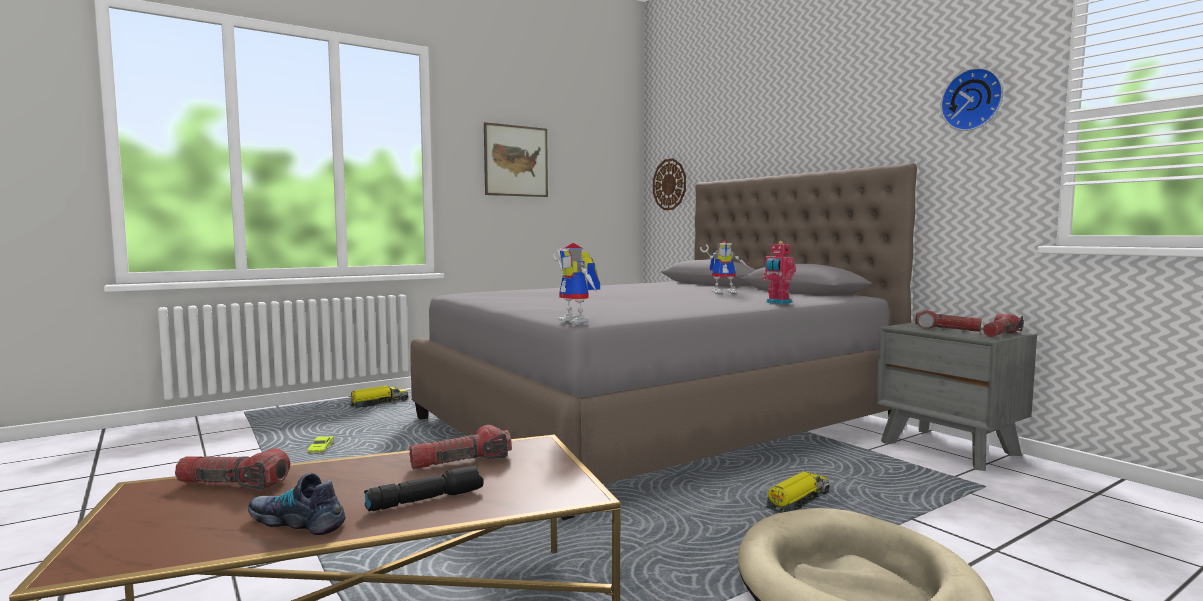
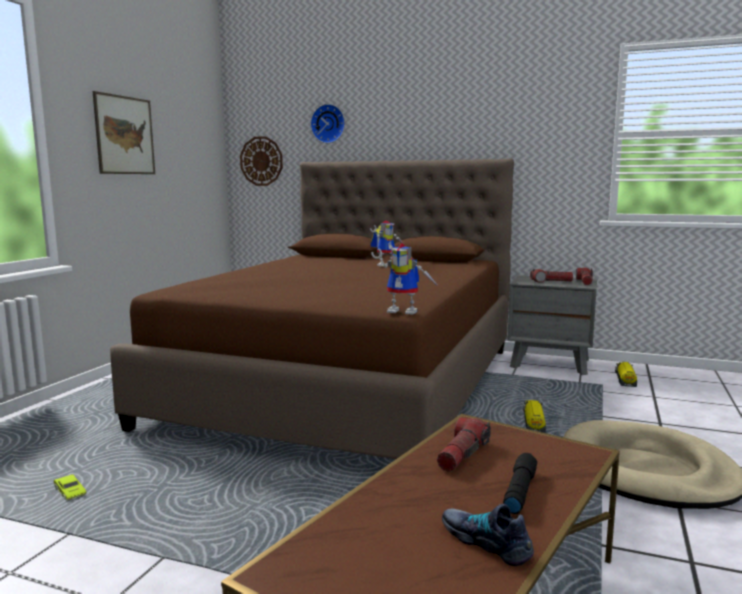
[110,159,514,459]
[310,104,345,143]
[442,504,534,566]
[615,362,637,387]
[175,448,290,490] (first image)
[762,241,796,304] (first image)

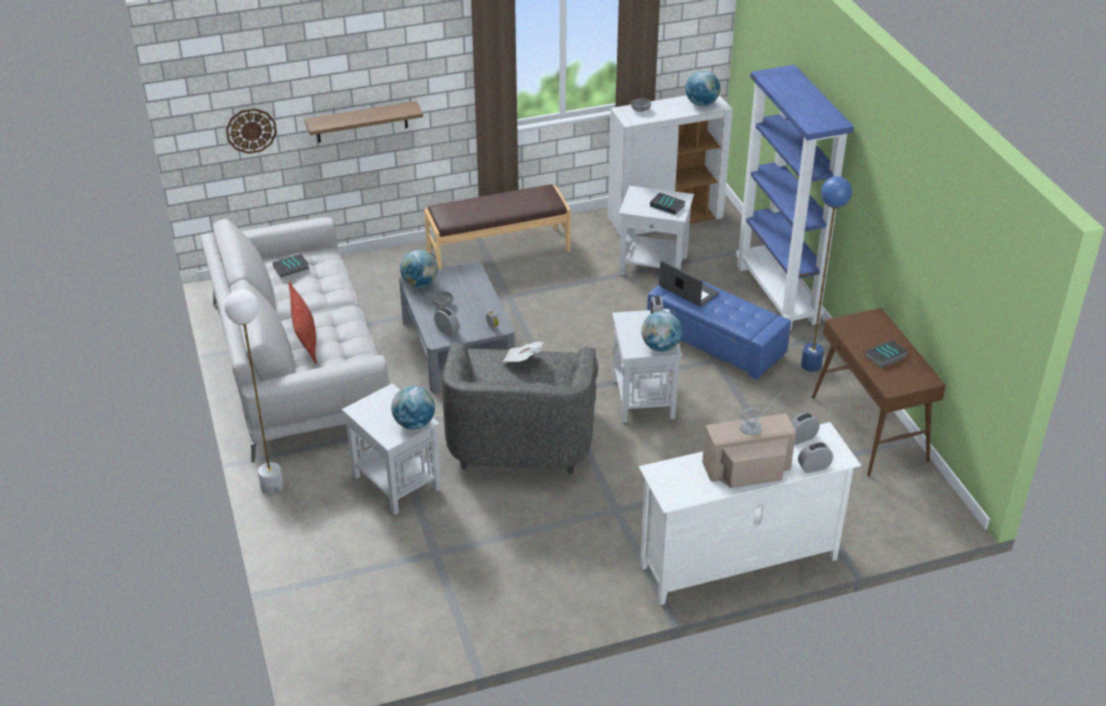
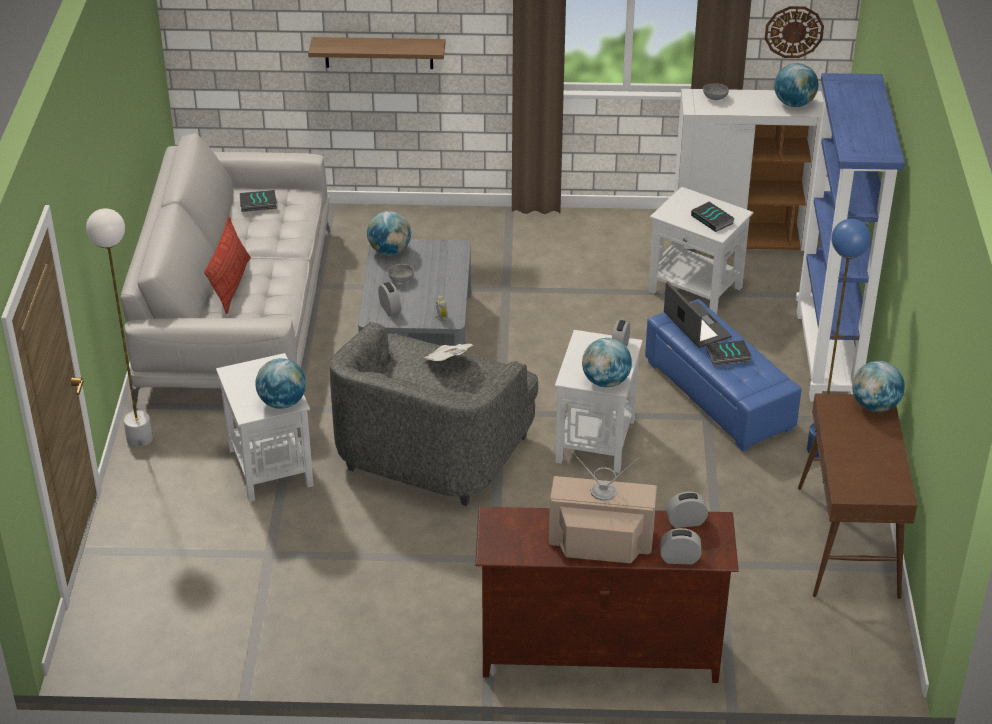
[475,507,739,683]
[707,340,751,366]
[765,6,824,58]
[852,361,905,412]
[424,184,571,269] (first image)

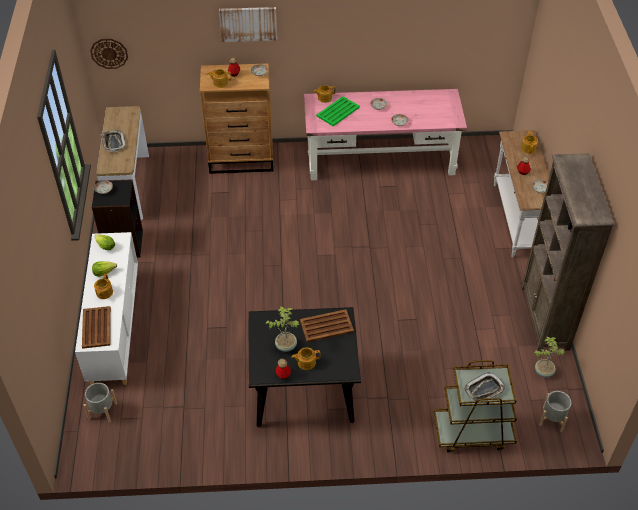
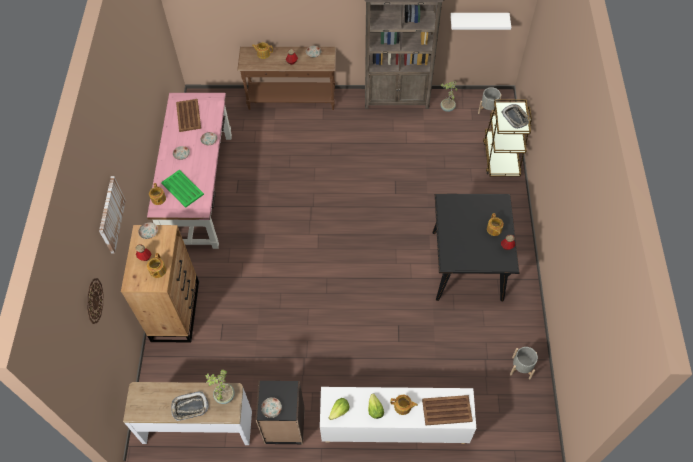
[87,278,103,324]
[176,99,201,132]
[205,369,235,404]
[237,47,336,110]
[450,13,511,30]
[510,347,538,380]

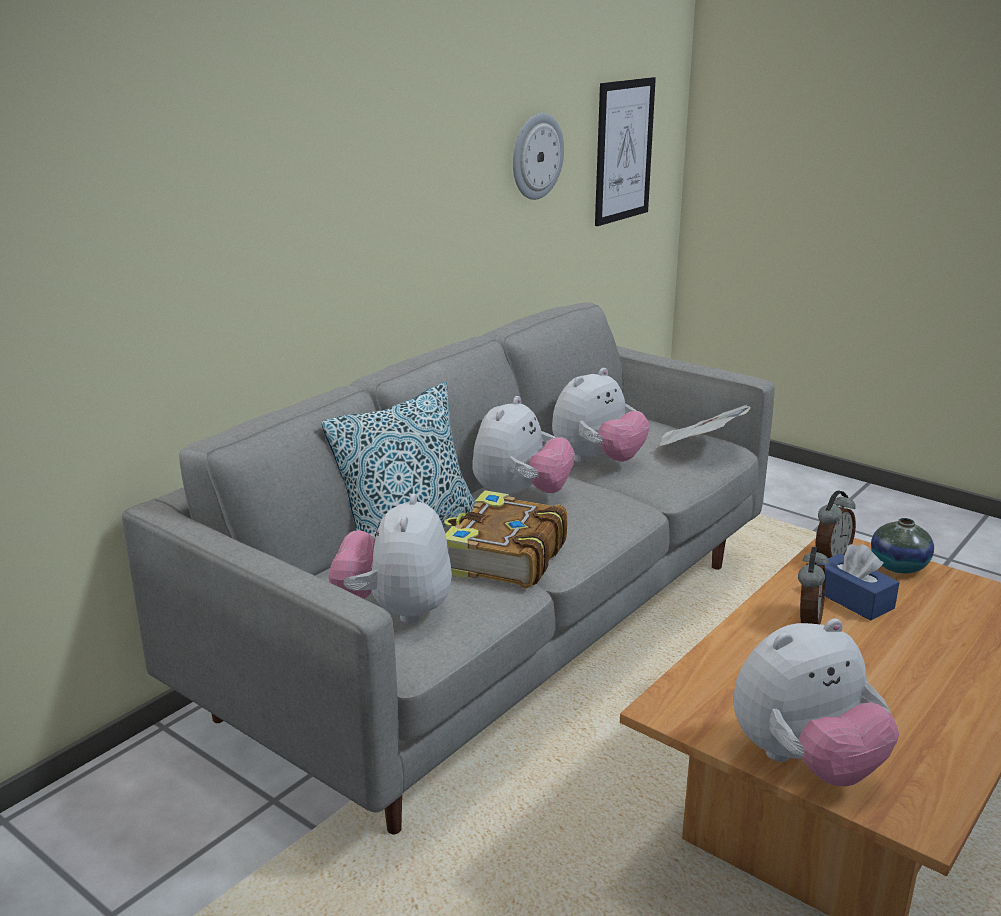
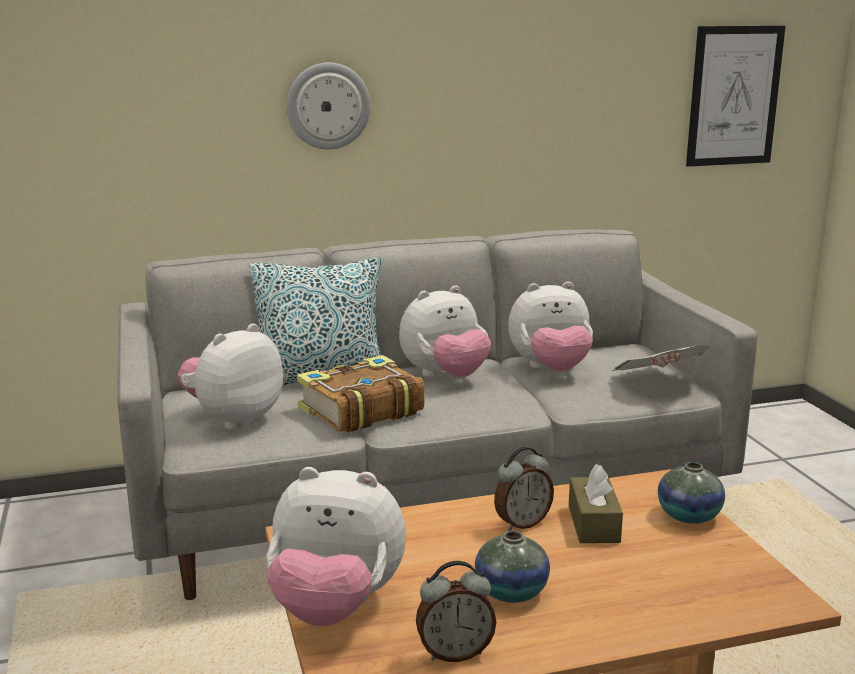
[286,62,371,150]
[416,561,496,662]
[475,531,550,603]
[569,464,623,543]

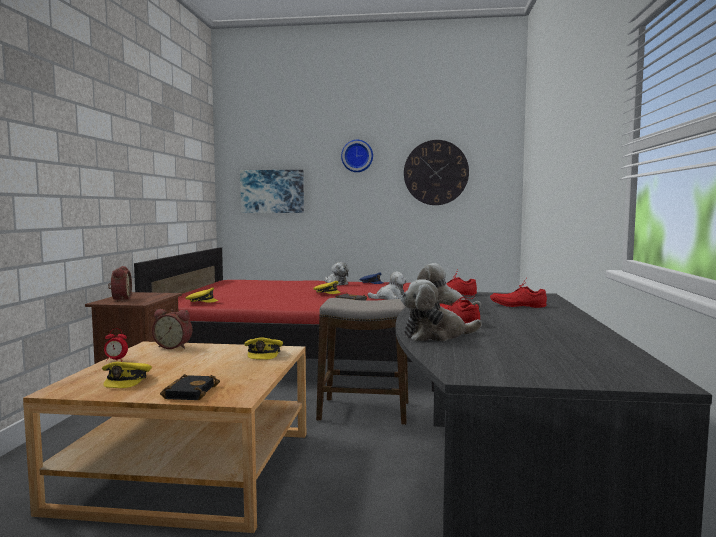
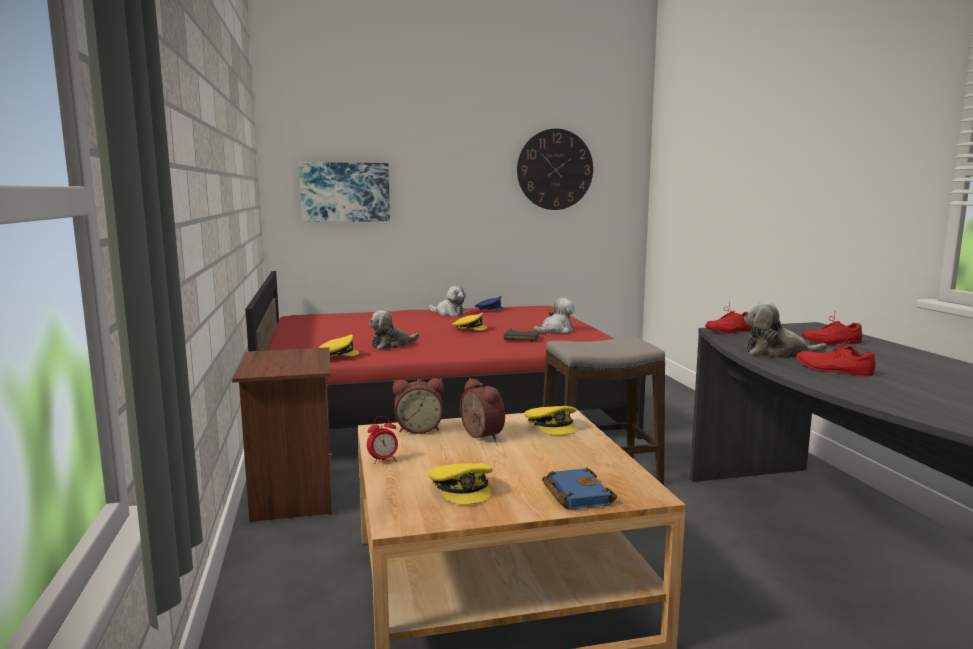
[369,310,419,349]
[460,378,505,441]
[542,468,617,509]
[341,140,373,172] (first image)

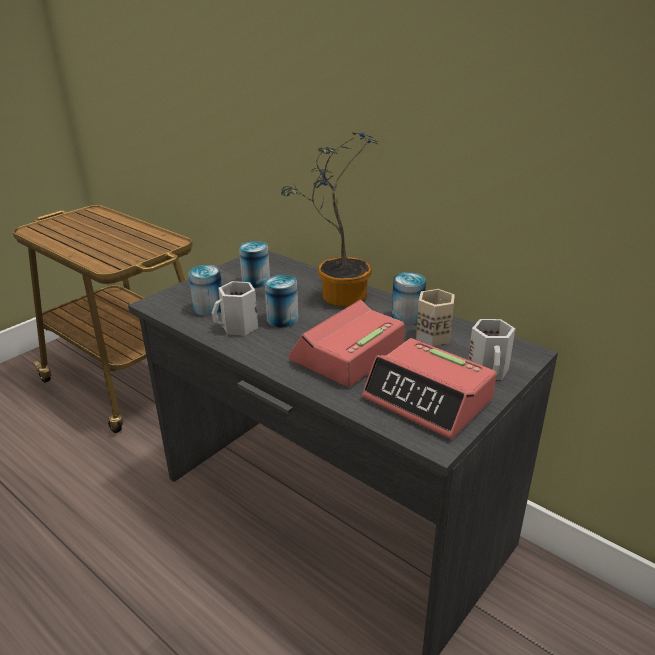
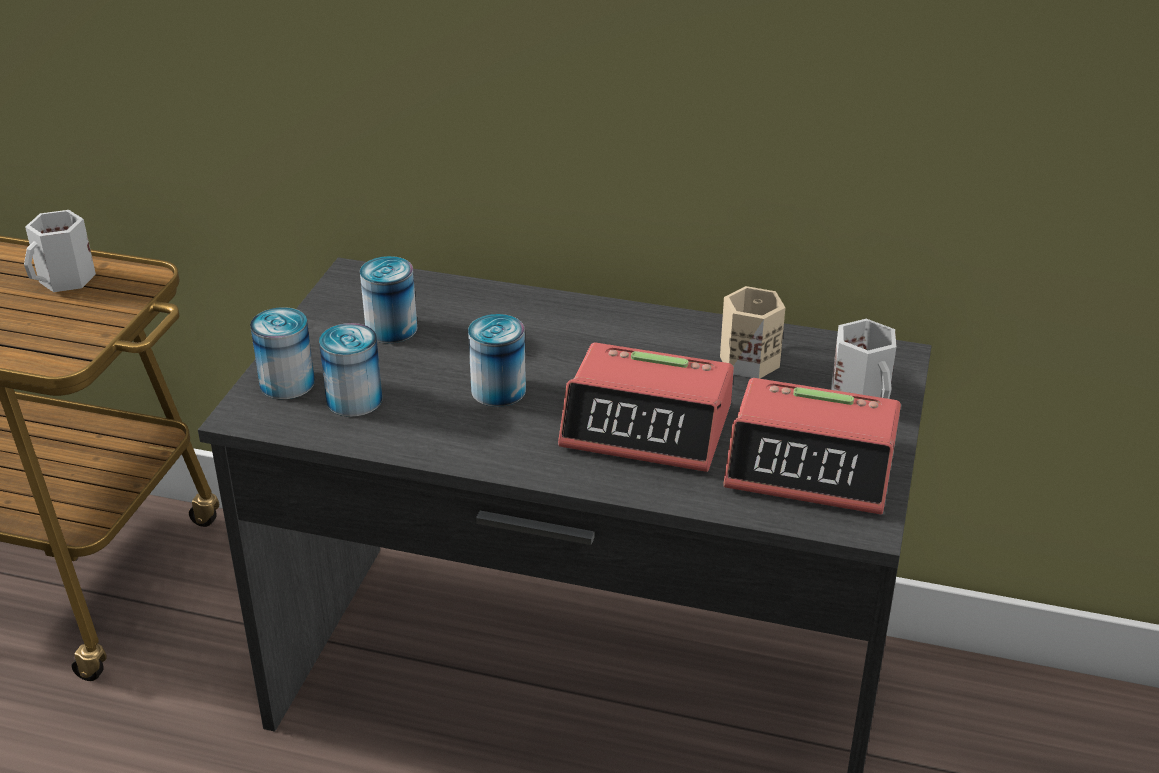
[24,210,96,292]
[250,307,315,399]
[558,342,734,472]
[281,132,379,307] (first image)

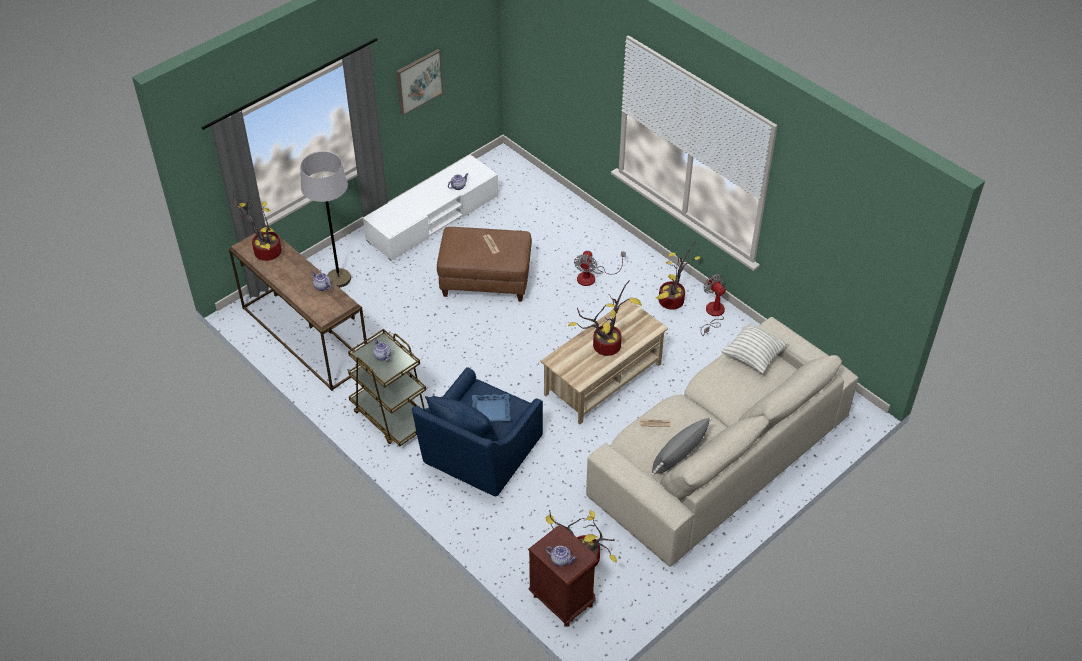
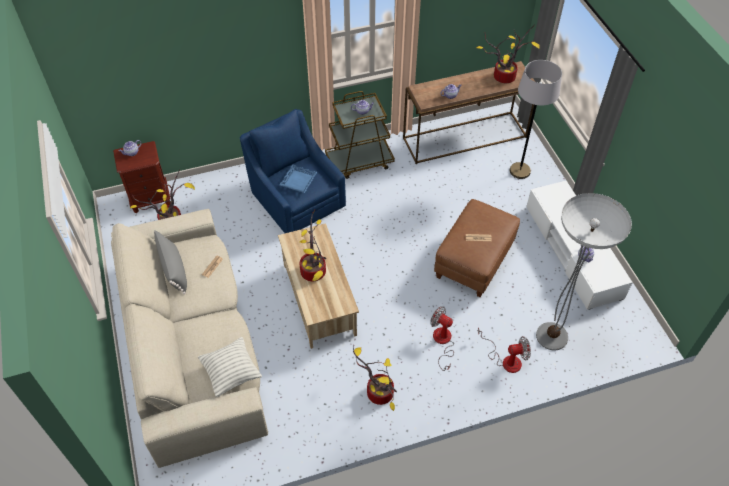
[478,327,531,373]
[536,193,632,350]
[396,49,443,115] (first image)

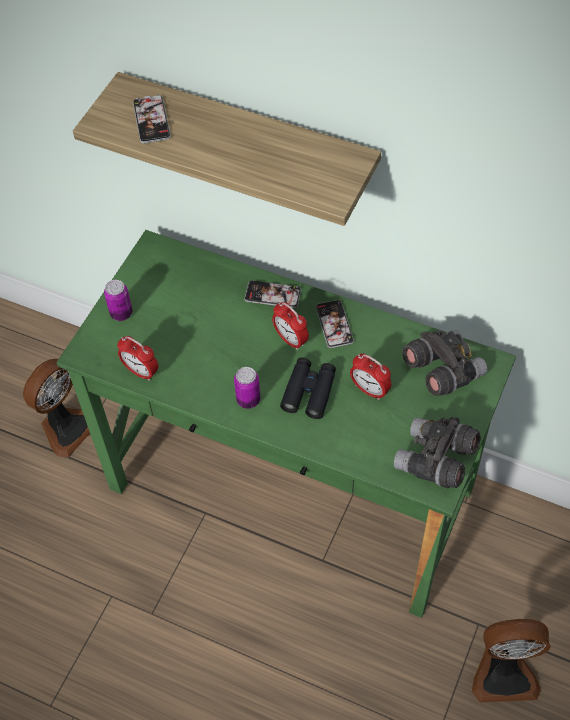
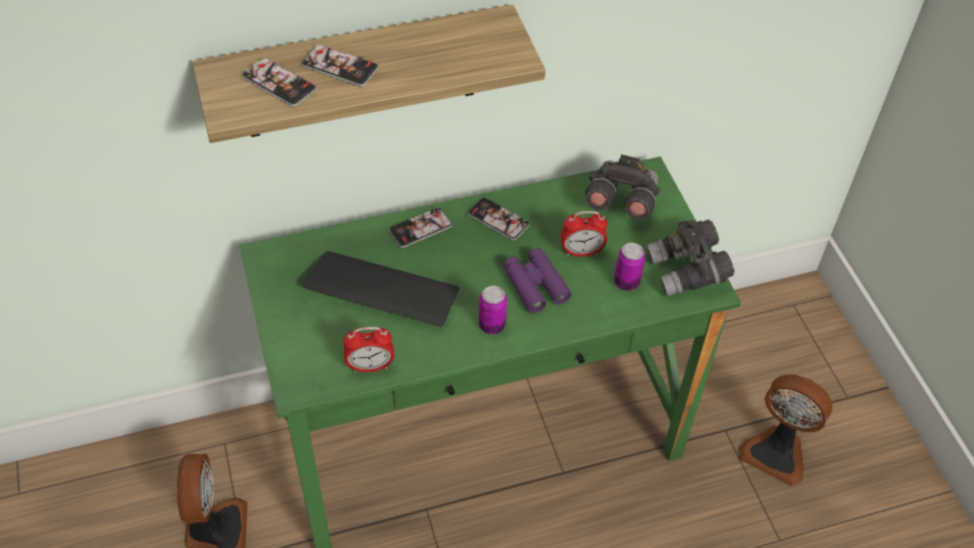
[301,44,379,87]
[303,251,459,326]
[503,248,571,313]
[614,243,645,291]
[738,374,833,486]
[272,302,309,350] (first image)

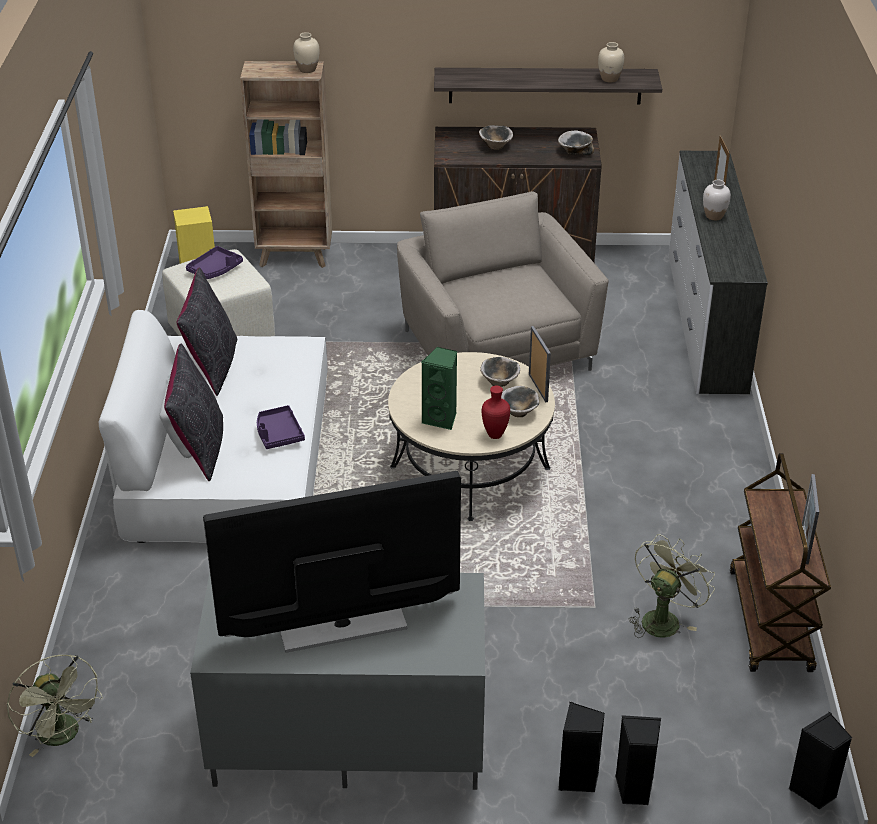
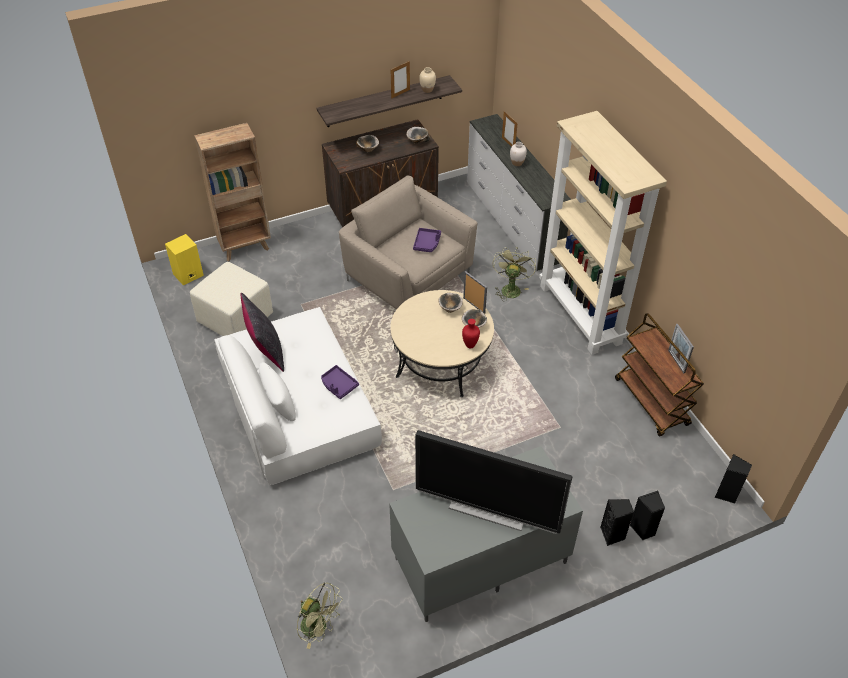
[391,61,410,99]
[413,228,441,252]
[415,430,572,534]
[492,247,536,302]
[539,111,667,355]
[164,344,223,482] (first image)
[293,32,319,73] (first image)
[421,347,457,430] (first image)

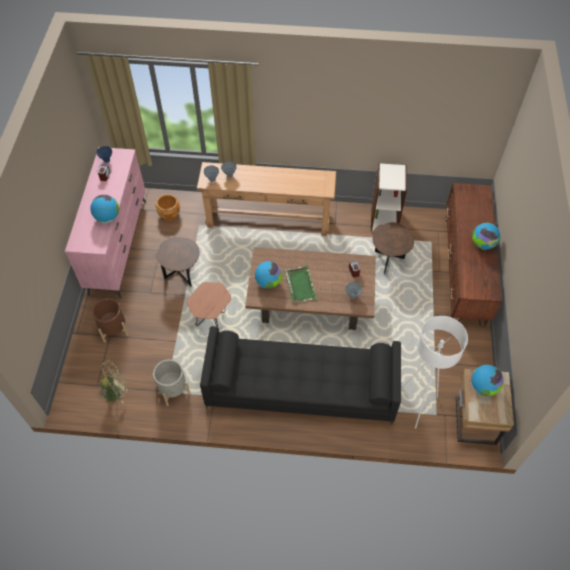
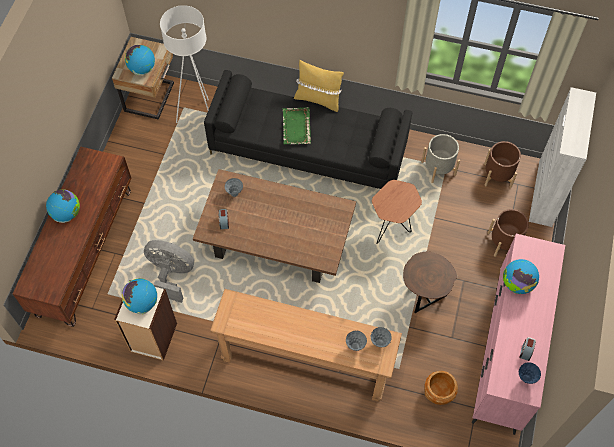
[122,278,157,314]
[144,240,194,303]
[283,107,311,144]
[294,60,344,112]
[484,141,521,188]
[529,87,596,227]

